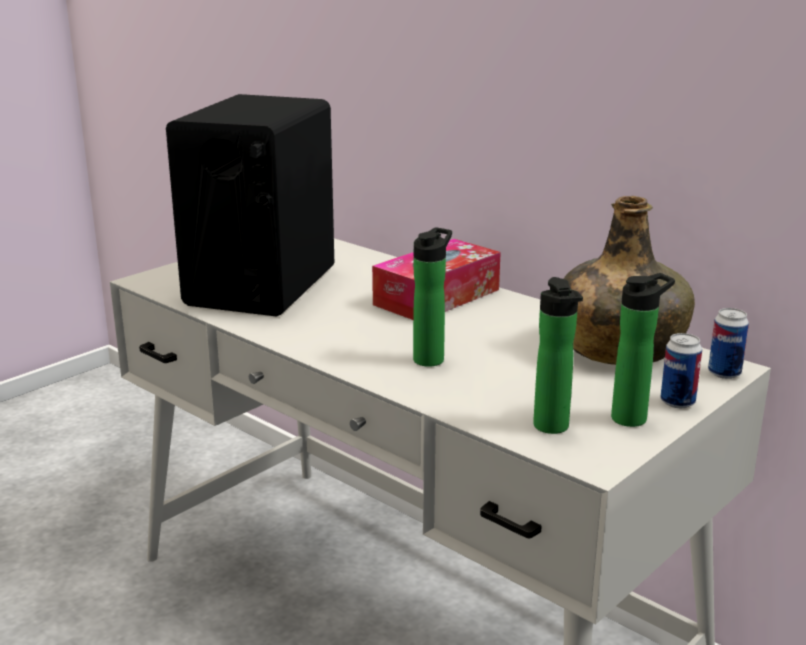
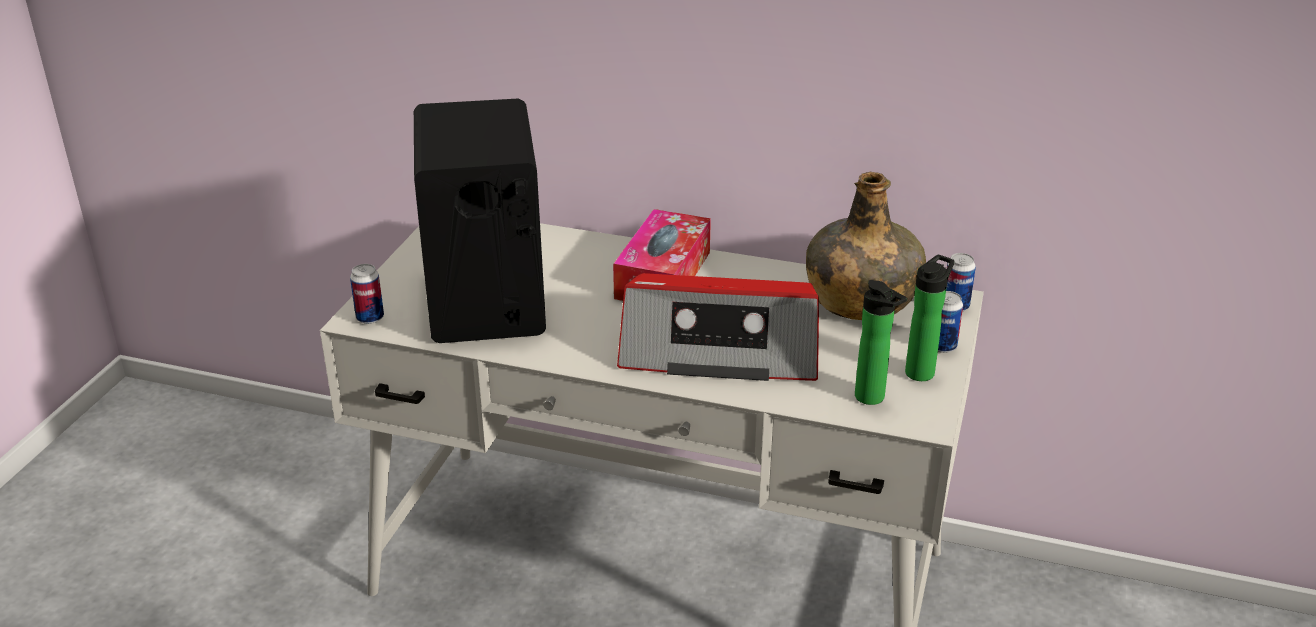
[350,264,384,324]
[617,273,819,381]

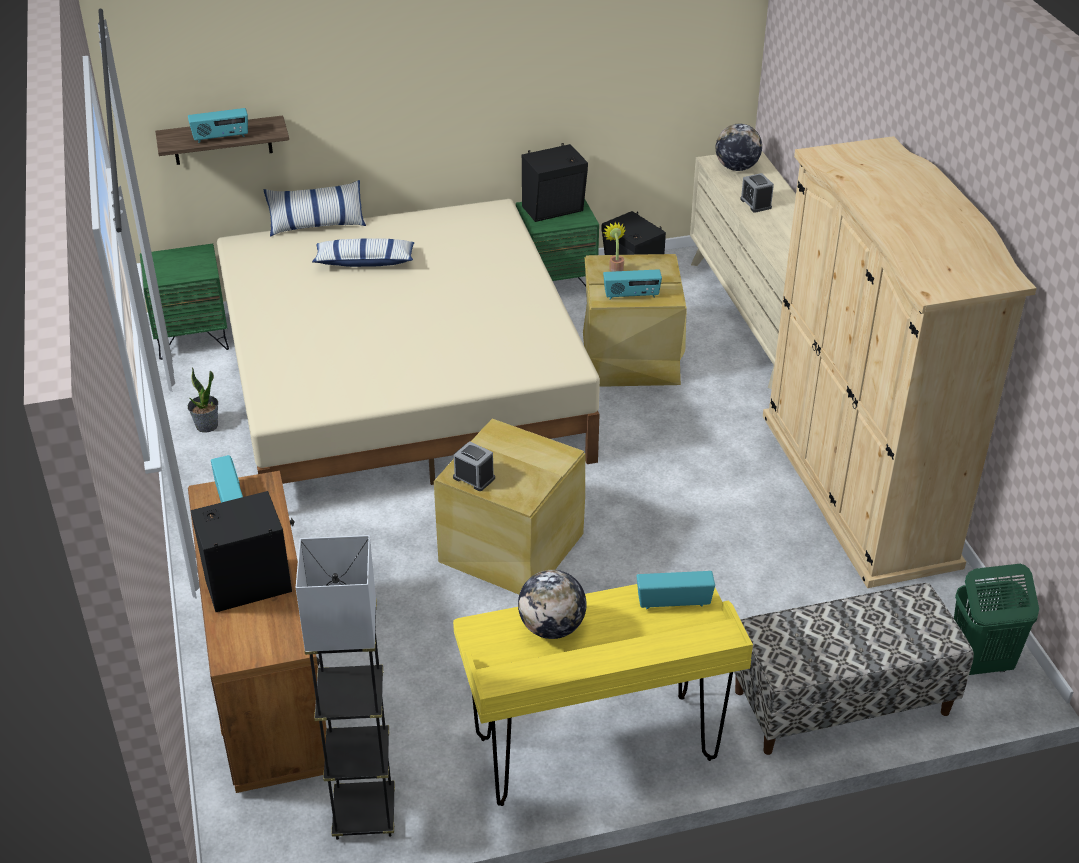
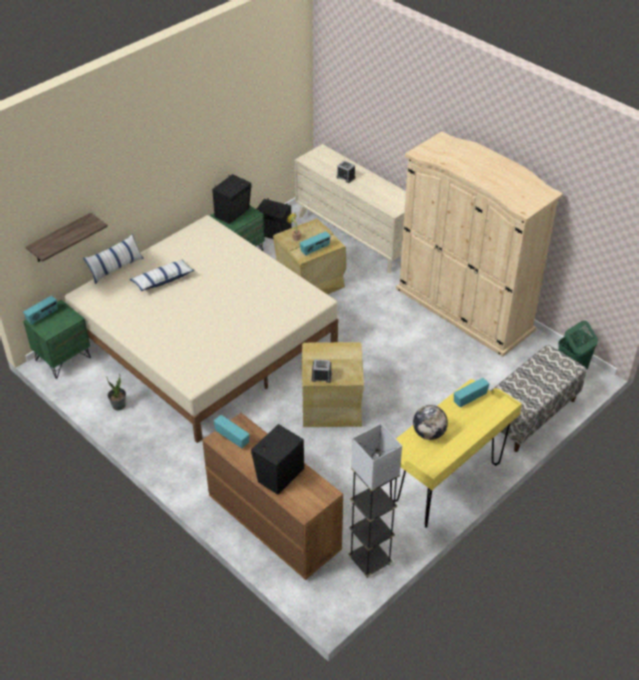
[23,296,58,324]
[716,124,762,171] (first image)

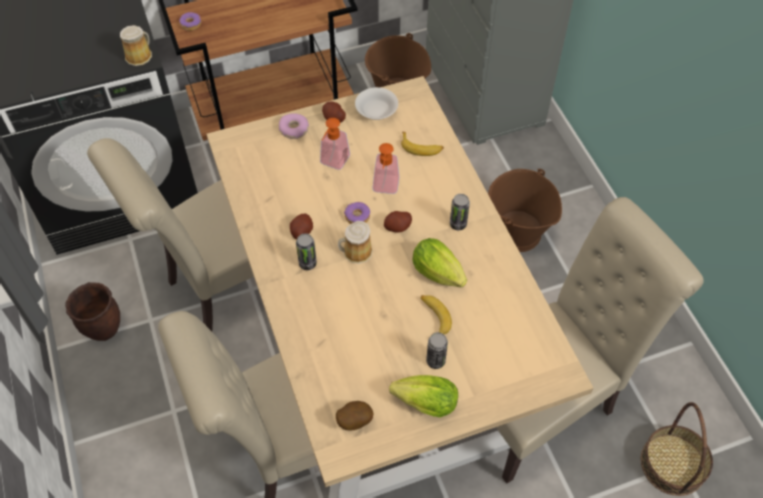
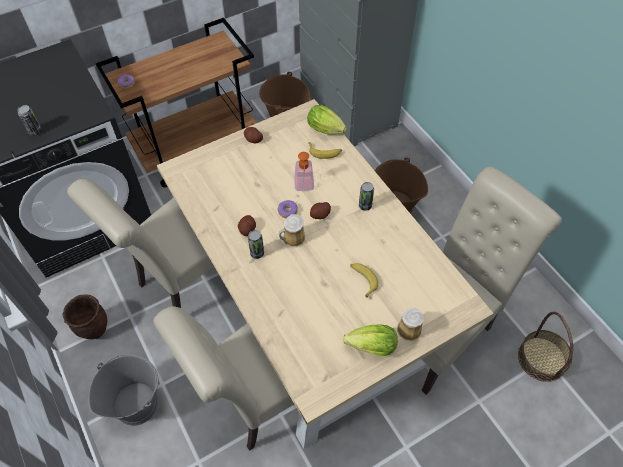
[17,105,42,136]
[88,354,159,426]
[307,105,347,135]
[397,308,424,341]
[279,113,309,139] (first image)
[320,118,350,170] (first image)
[336,401,373,431] (first image)
[355,87,398,120] (first image)

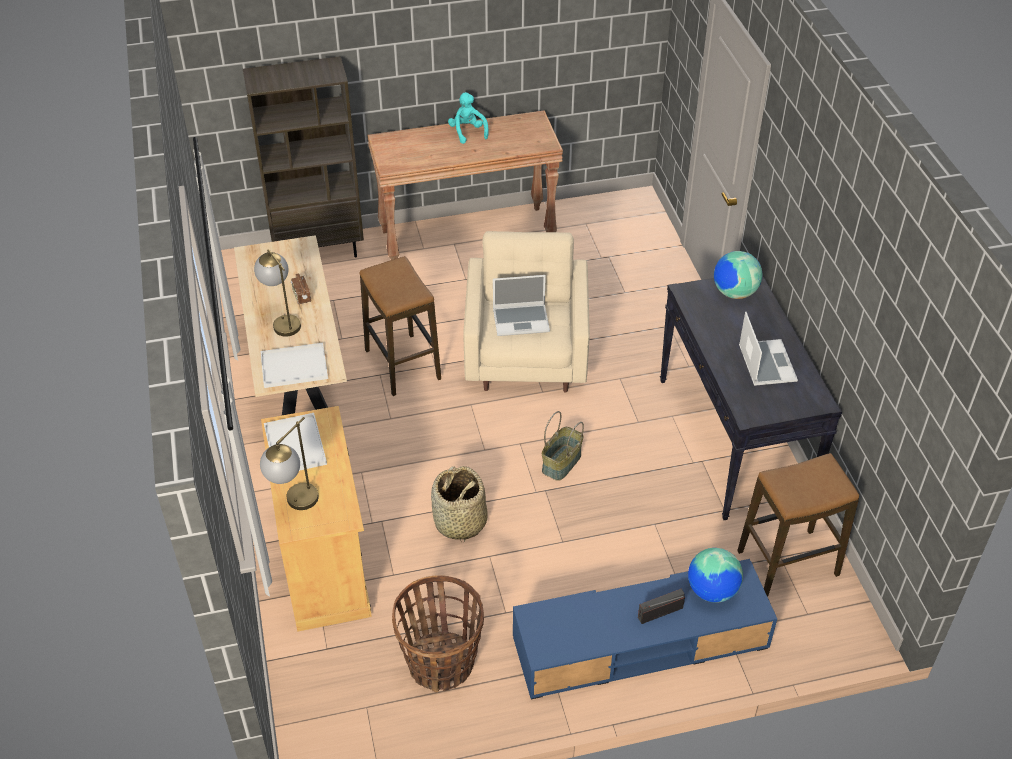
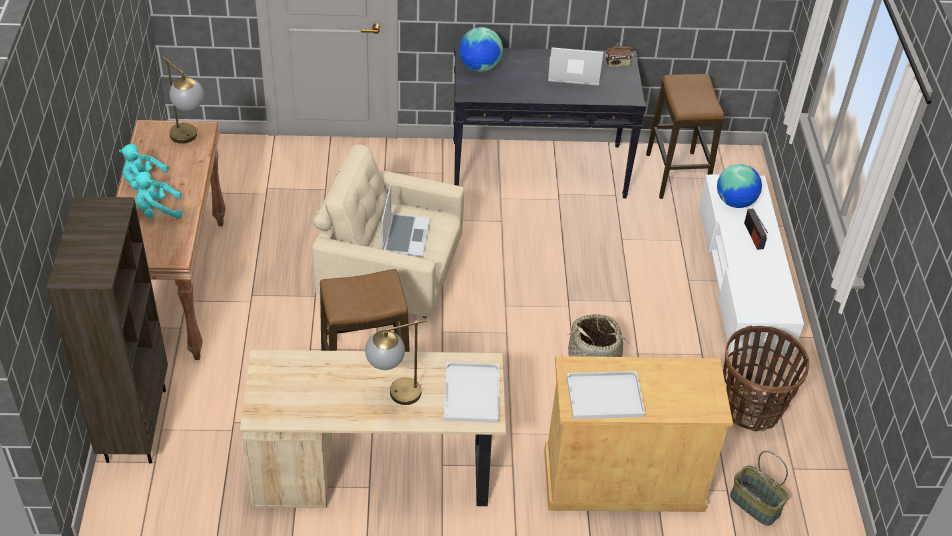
[132,171,182,219]
[162,57,204,144]
[605,38,633,67]
[699,174,804,354]
[730,451,789,526]

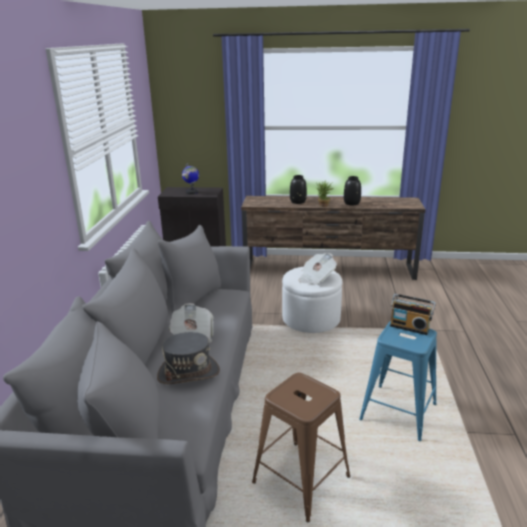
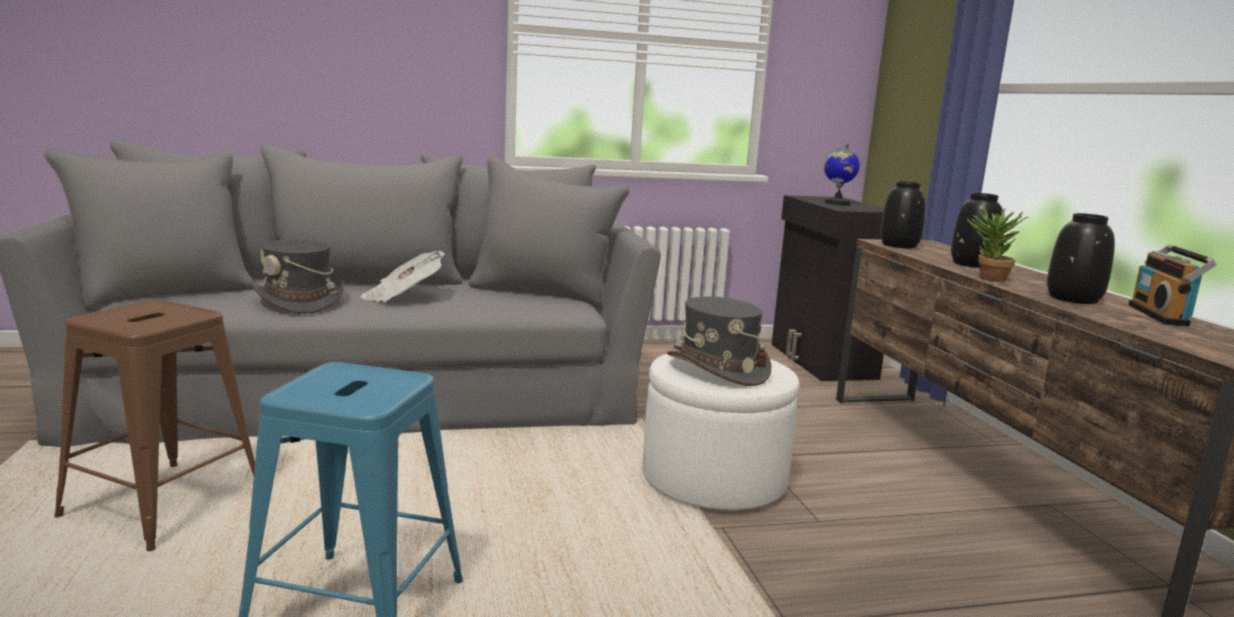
[667,296,771,386]
[880,181,926,248]
[1128,245,1217,326]

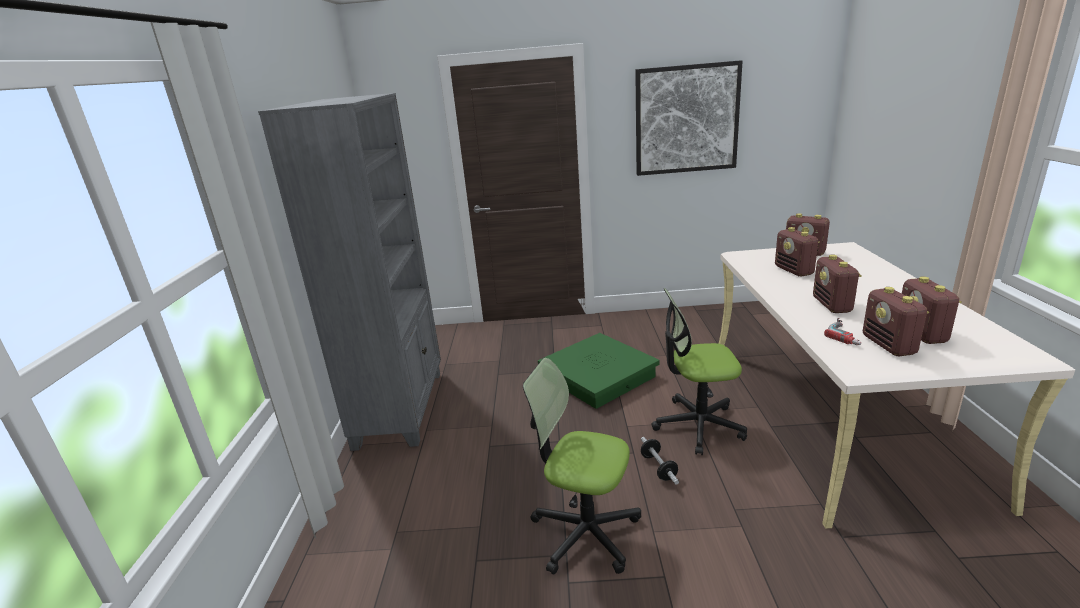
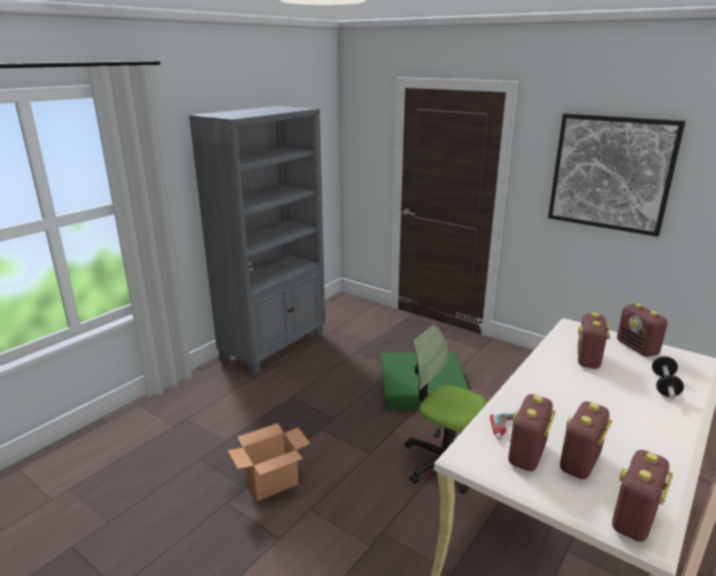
[227,423,311,501]
[612,450,673,542]
[652,356,684,399]

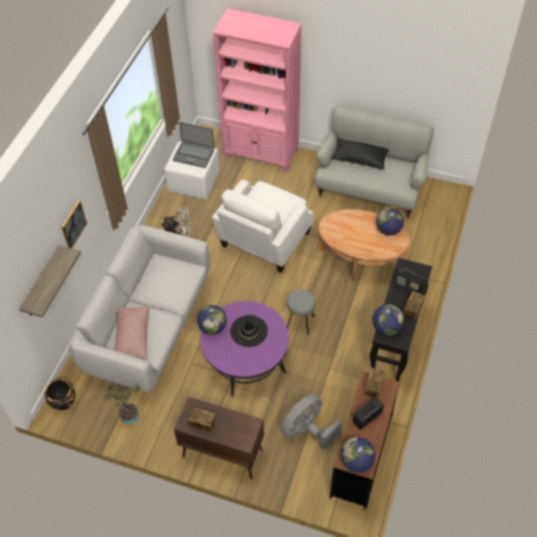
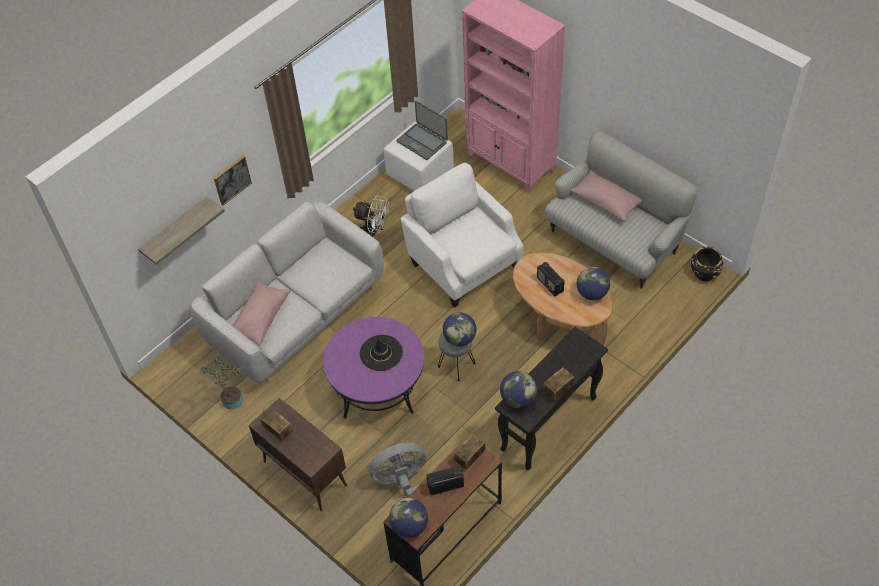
[401,163,523,308]
[443,312,477,346]
[537,262,565,296]
[570,170,642,222]
[691,247,723,281]

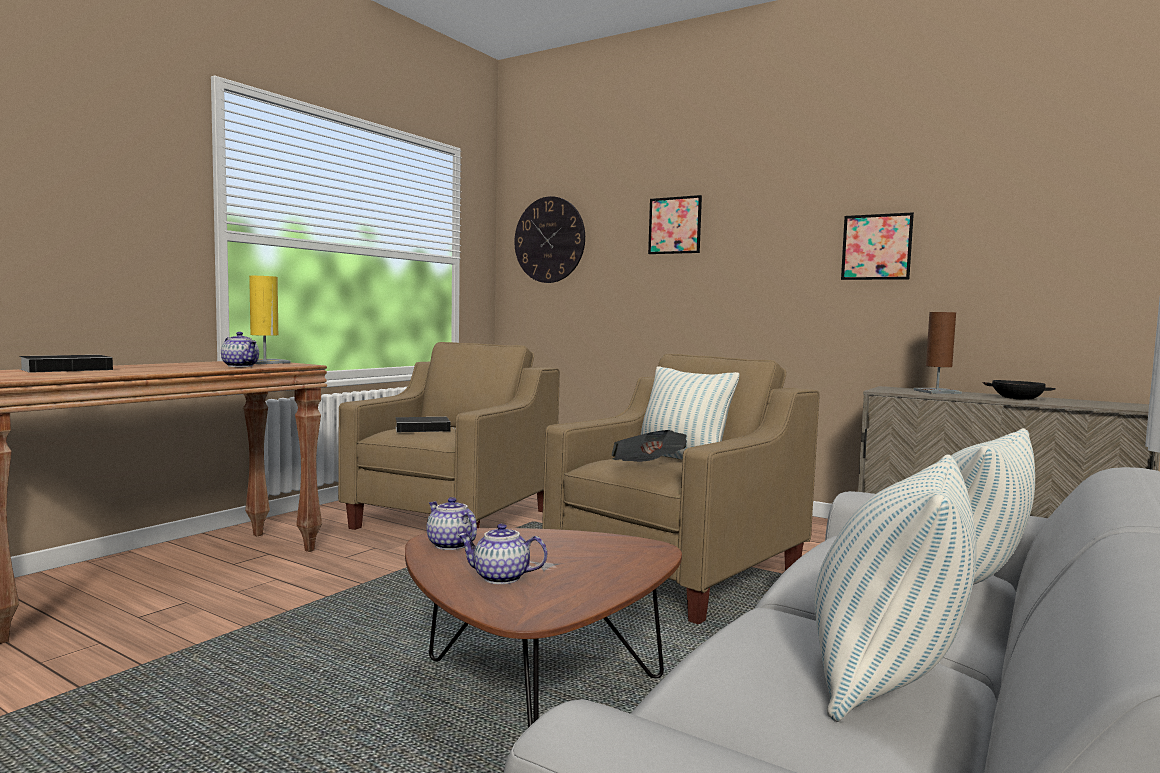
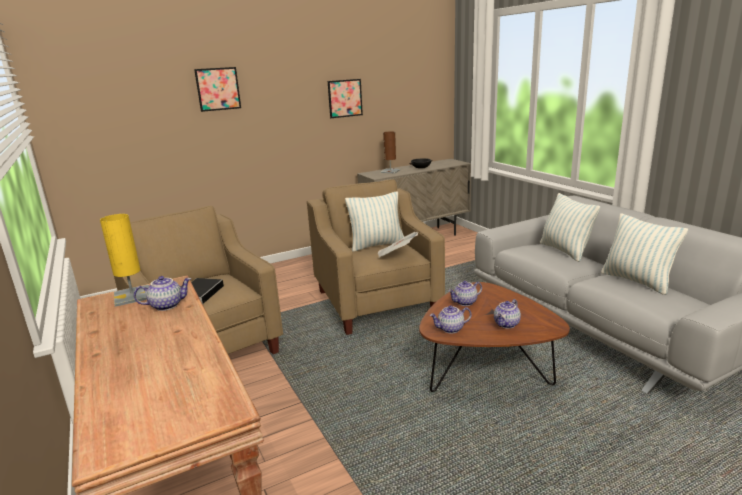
[448,281,482,306]
[19,355,113,373] (first image)
[514,196,585,283] (first image)

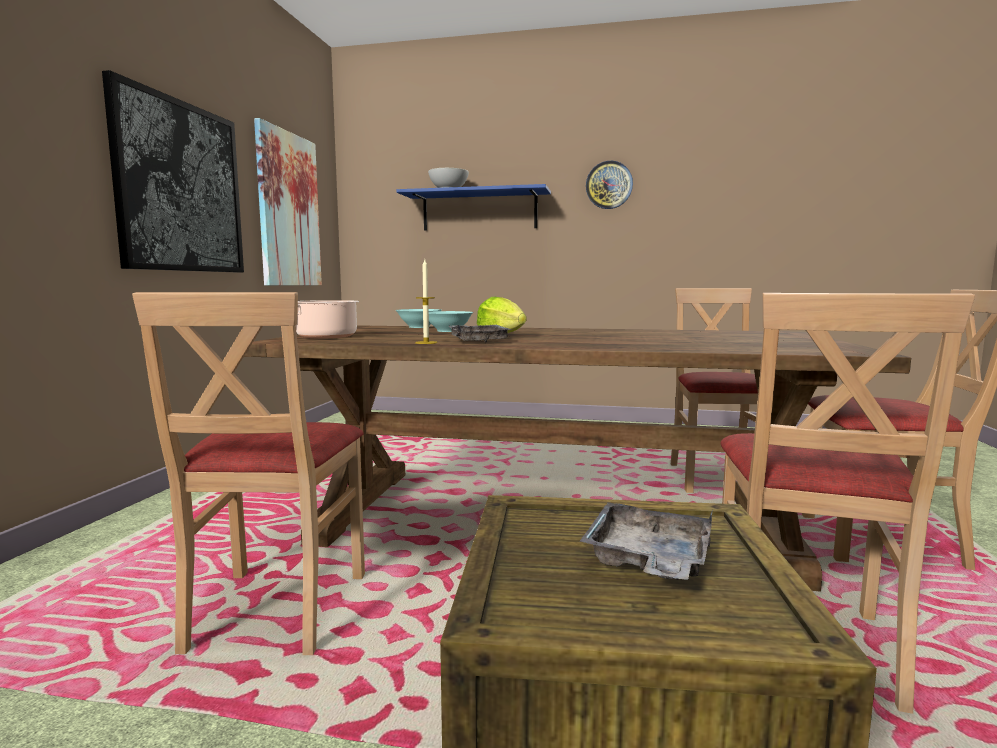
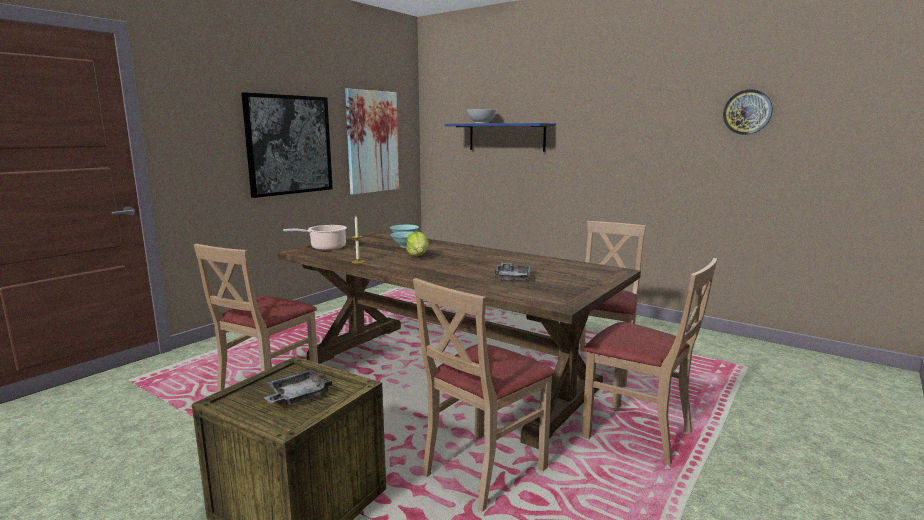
[495,263,531,282]
[723,89,773,135]

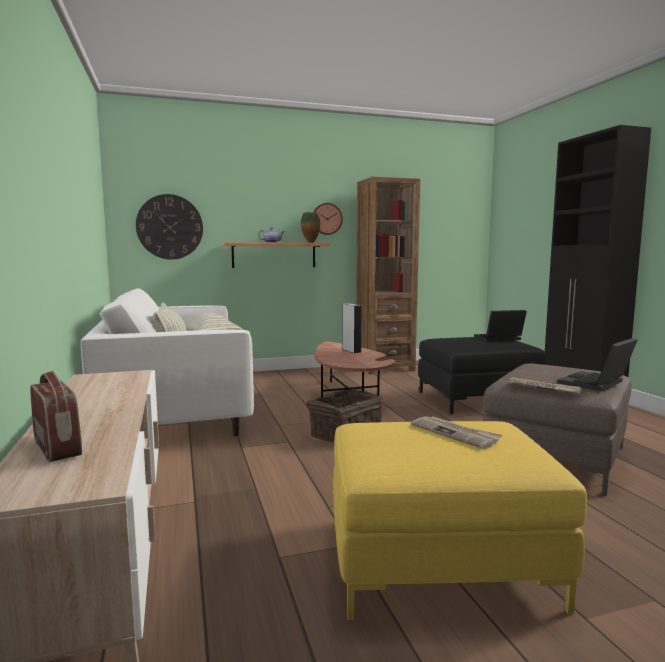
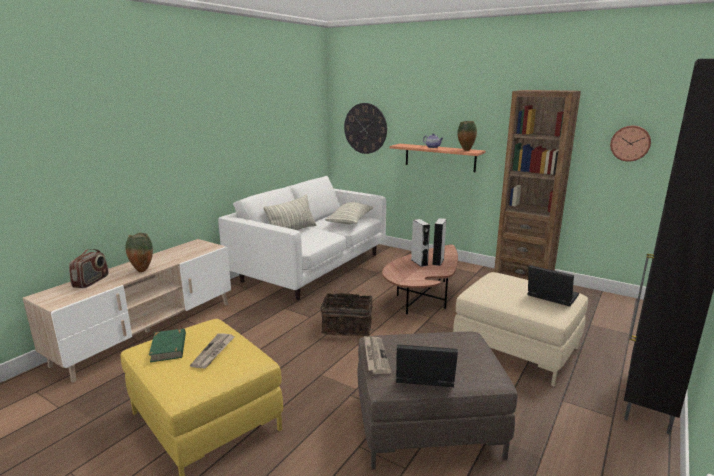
[125,233,153,272]
[149,329,186,362]
[411,219,430,267]
[453,272,588,387]
[610,125,651,162]

